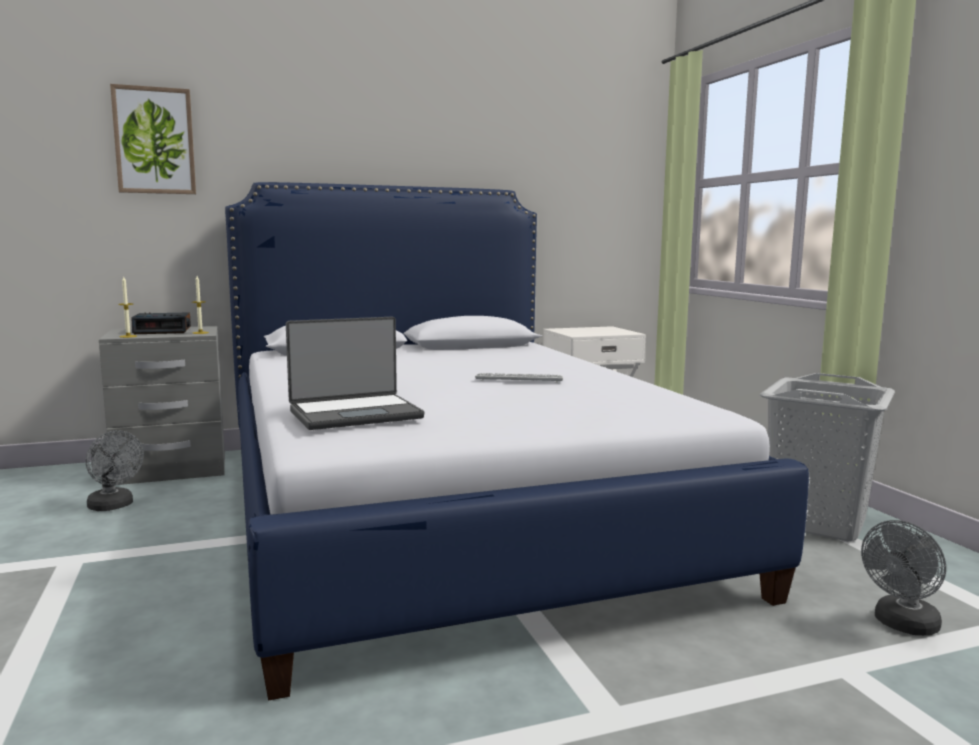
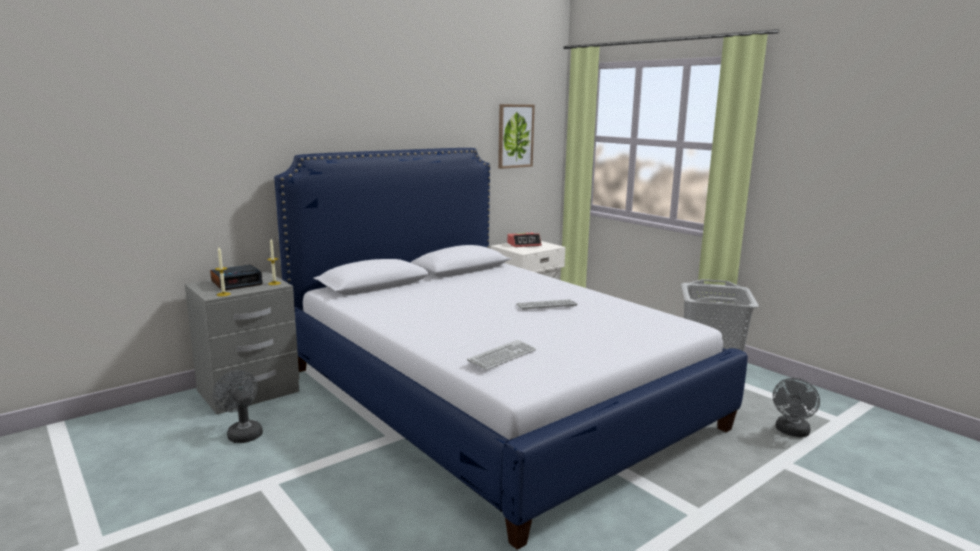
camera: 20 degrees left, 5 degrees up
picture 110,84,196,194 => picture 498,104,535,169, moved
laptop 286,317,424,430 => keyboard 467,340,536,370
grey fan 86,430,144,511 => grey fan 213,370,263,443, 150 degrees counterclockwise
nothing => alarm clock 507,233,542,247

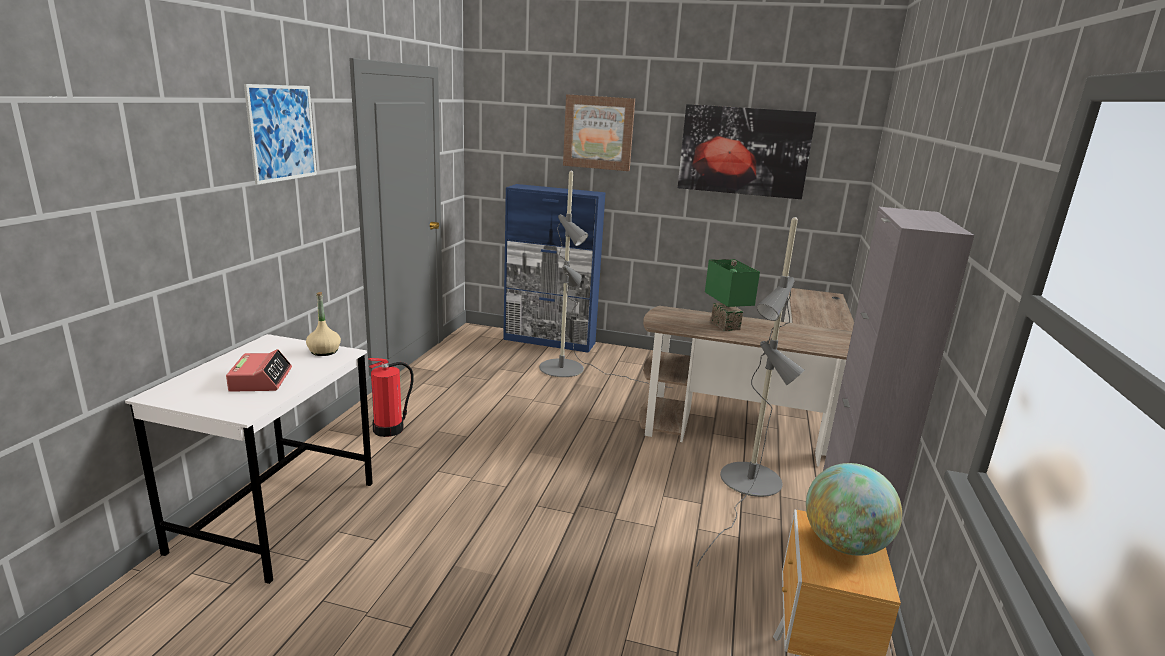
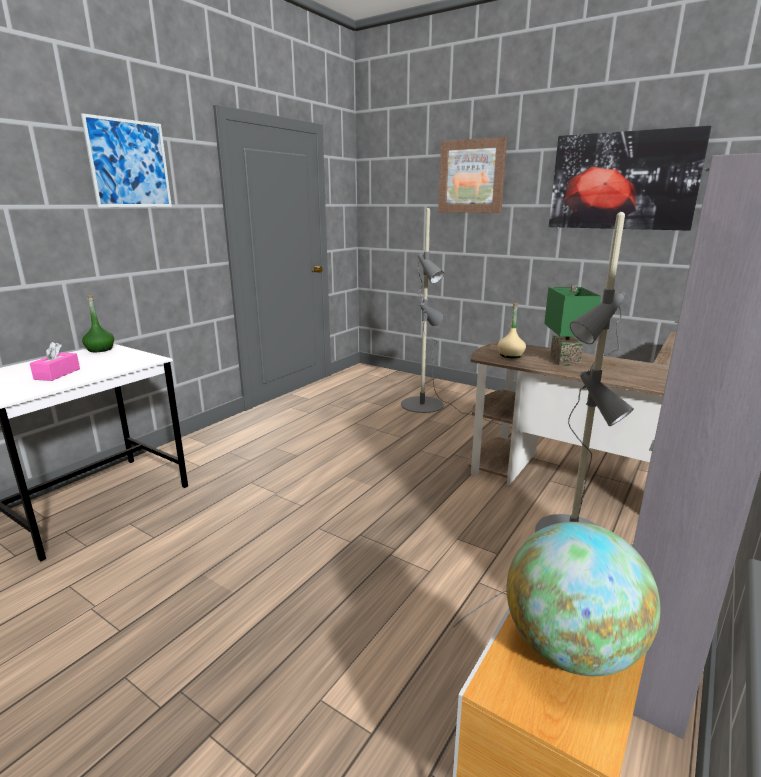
camera: 20 degrees right, 0 degrees up
blue cabinet 503,184,606,353 => nothing
beige bottle 306,292,341,356 => beige bottle 498,303,526,358, moved
alarm clock 226,349,292,392 => pink tissue box 30,342,80,381
fire extinguisher 368,358,413,437 => nothing
nothing => green bottle 82,295,114,352

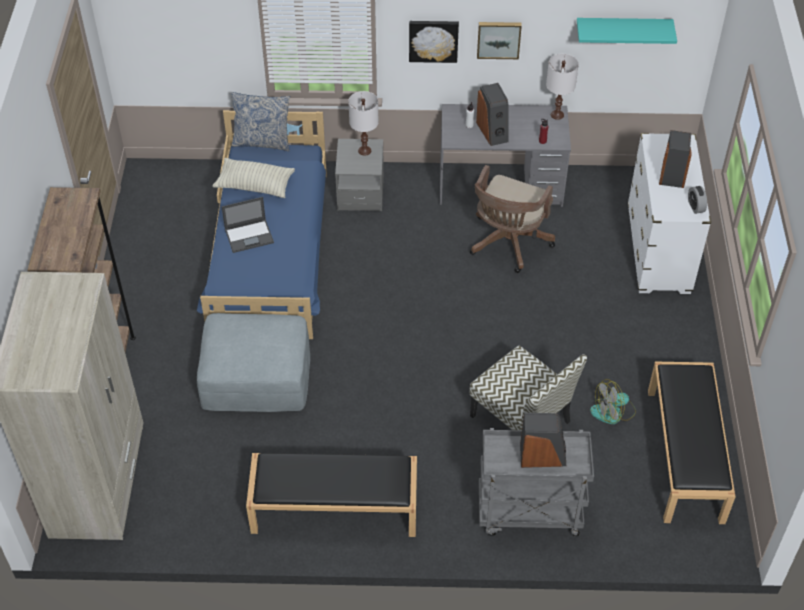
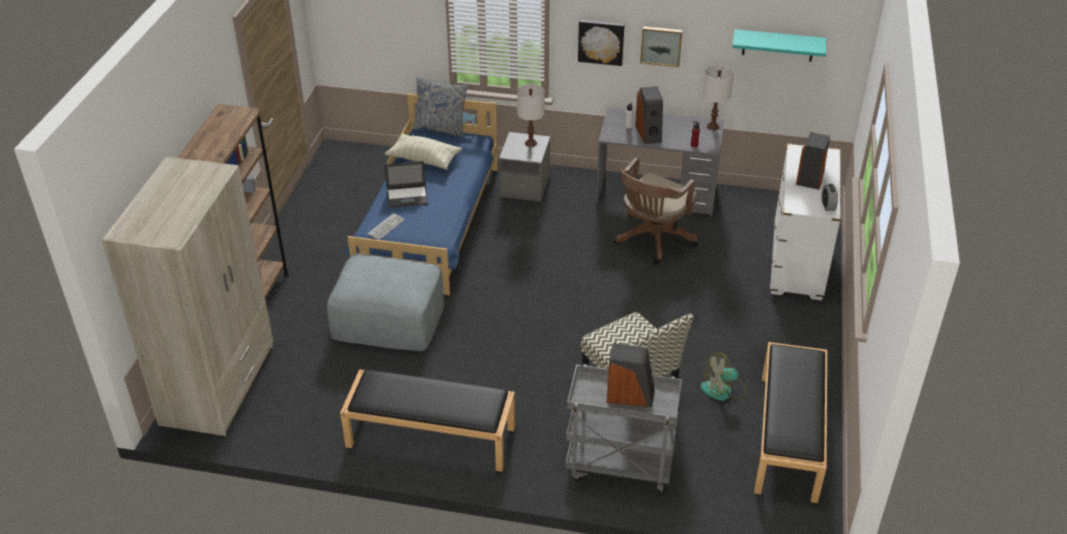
camera: 10 degrees right, 10 degrees down
nothing => keyboard 368,213,405,240

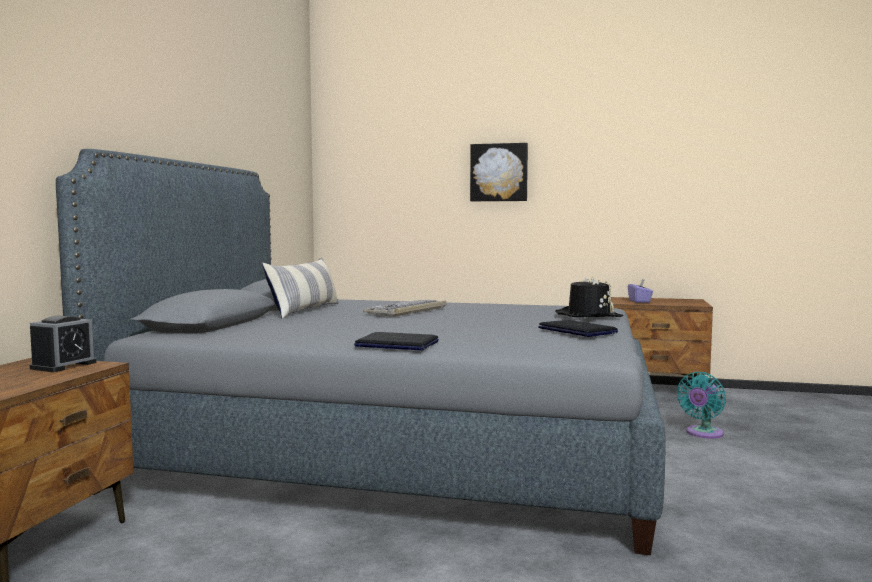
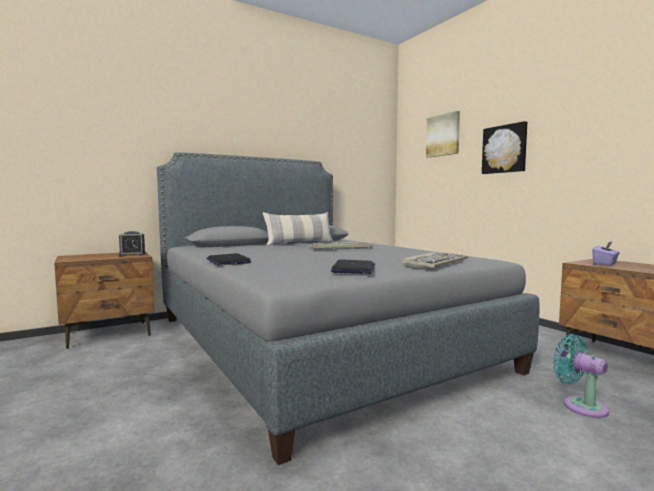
camera: 45 degrees right, 0 degrees up
black hat 555,276,624,317 => keyboard 402,252,468,268
turquoise fan 677,372,726,438 => turquoise fan 553,334,609,418, 60 degrees clockwise
nothing => picture 426,111,460,158

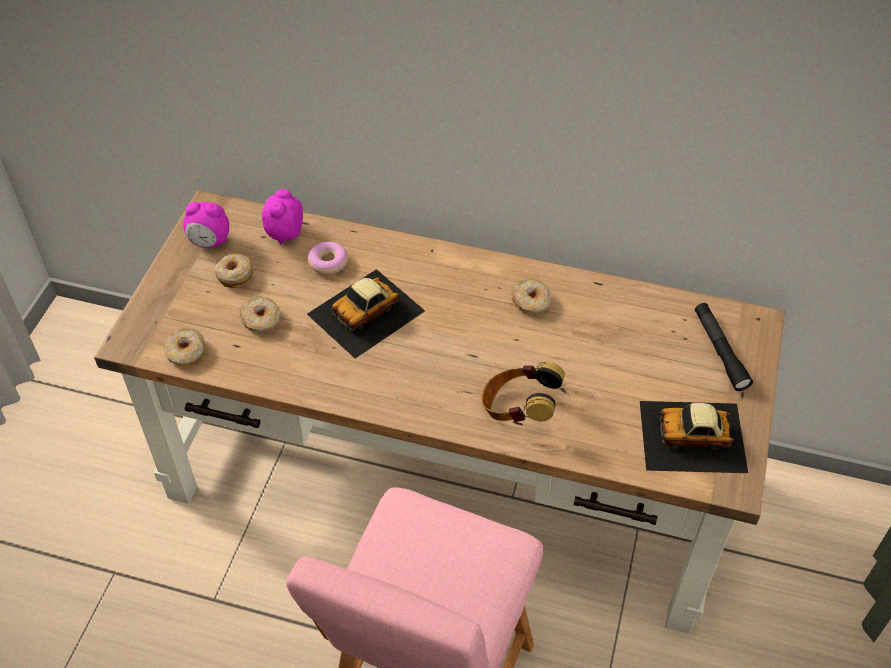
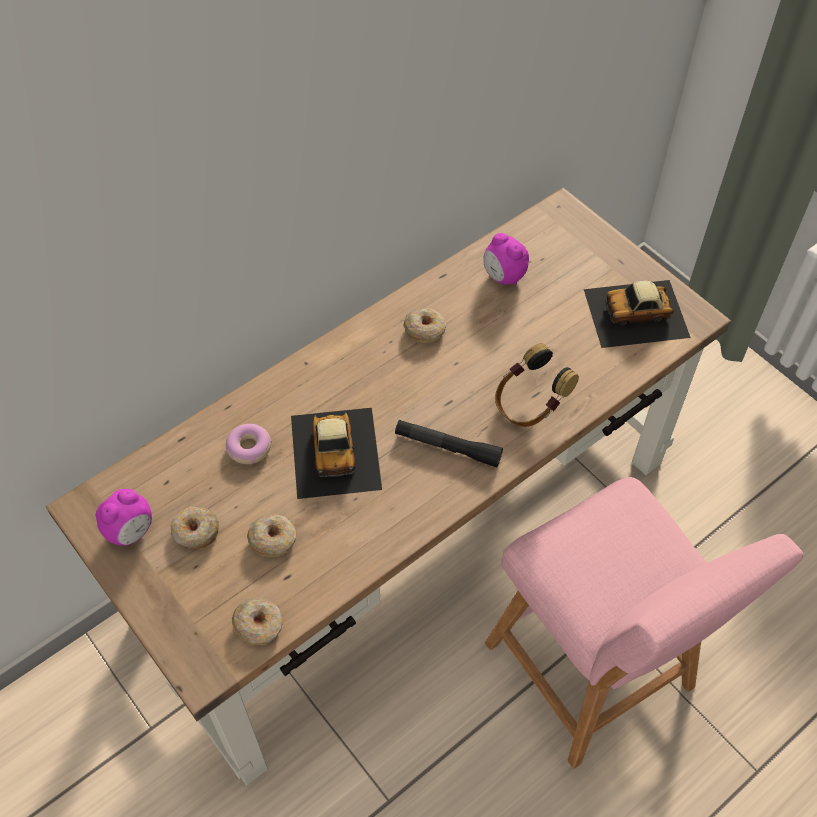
camera: 55 degrees left, 5 degrees up
alarm clock 262,189,303,245 => alarm clock 483,233,529,285, moved
black flashlight 695,303,753,391 => black flashlight 395,420,503,467, moved
toy car 640,401,748,473 => toy car 584,280,691,348, 45 degrees clockwise

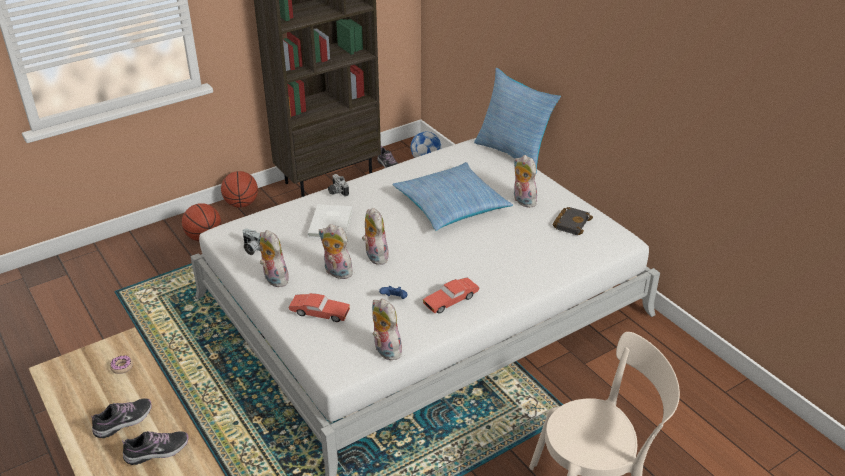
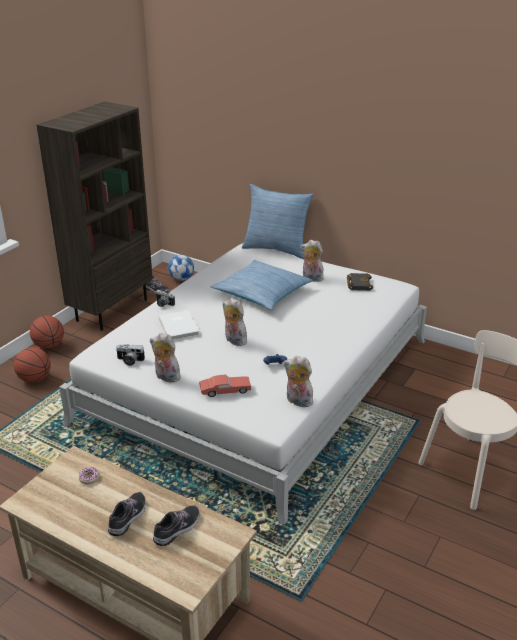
camera: 25 degrees left, 5 degrees down
plush toy 319,224,353,279 => nothing
red toy car 423,278,479,314 => nothing

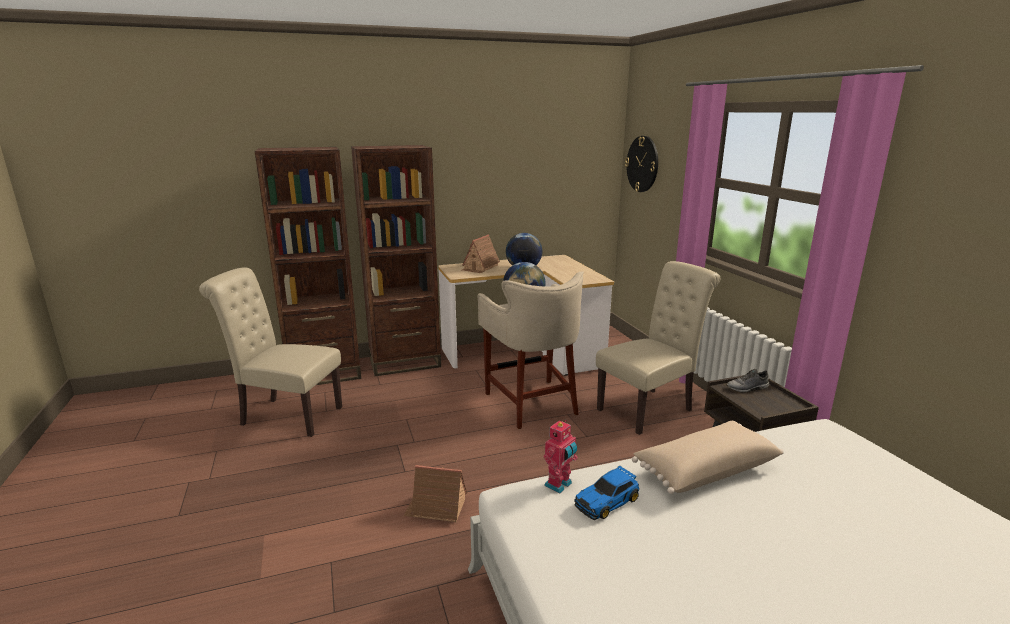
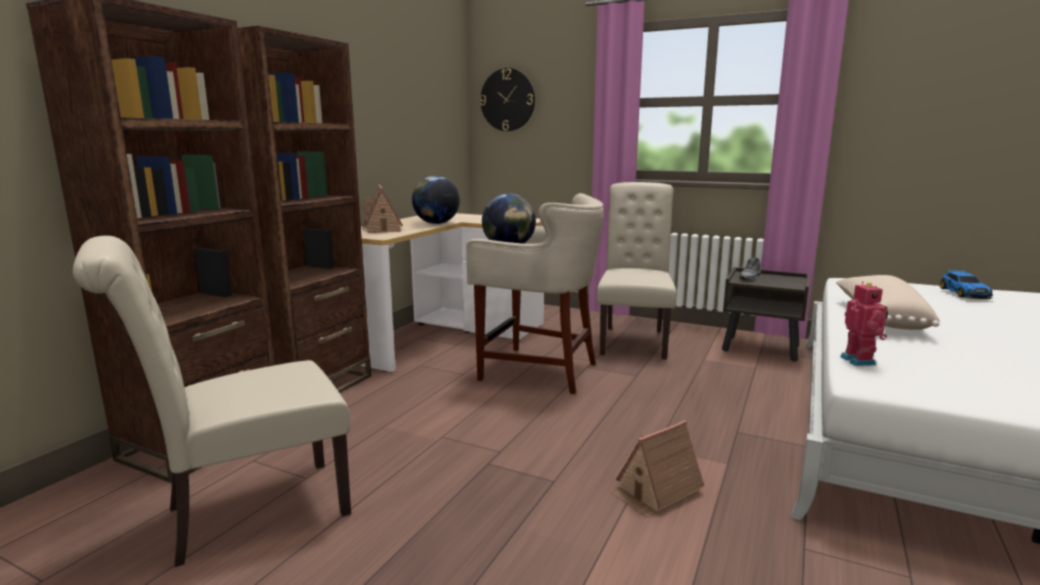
camera: 45 degrees left, 5 degrees down
toy car 574,466,639,520 => toy car 940,270,993,299, moved

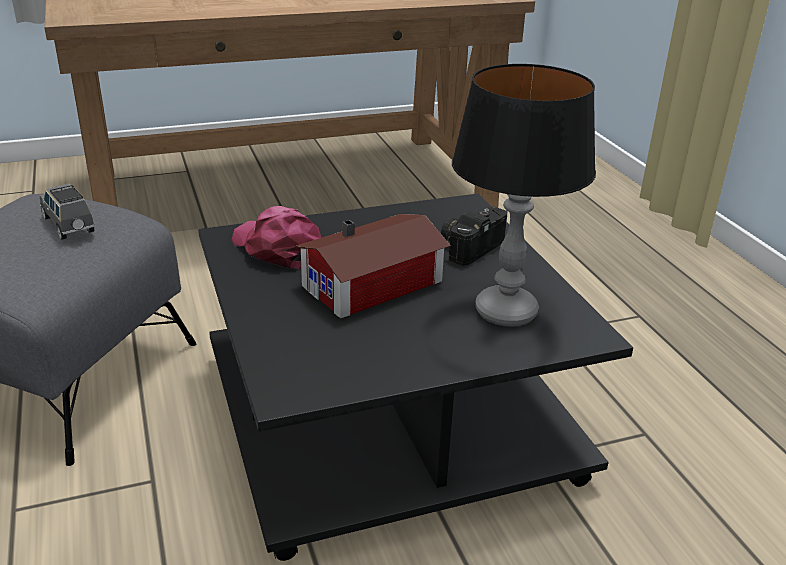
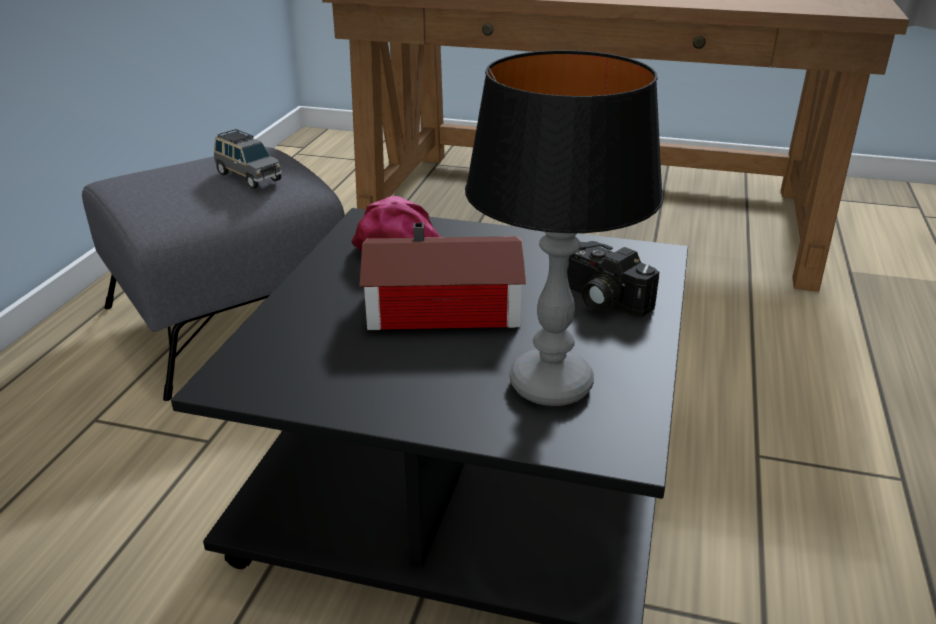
camera: 35 degrees right, 0 degrees up
grey toy car 40,184,95,240 => grey toy car 214,129,282,189, 135 degrees clockwise
photo camera 441,206,508,266 => photo camera 567,241,659,317, 120 degrees counterclockwise

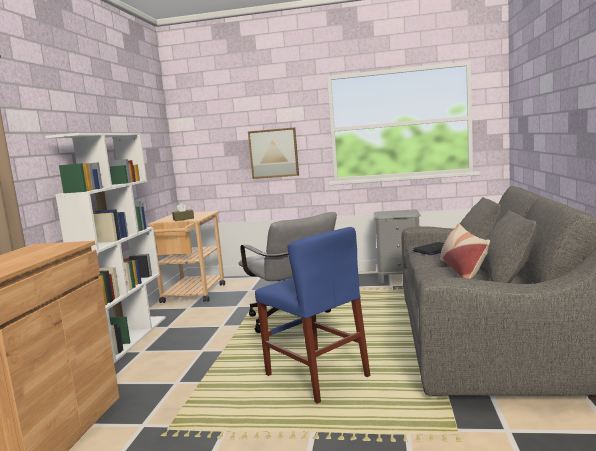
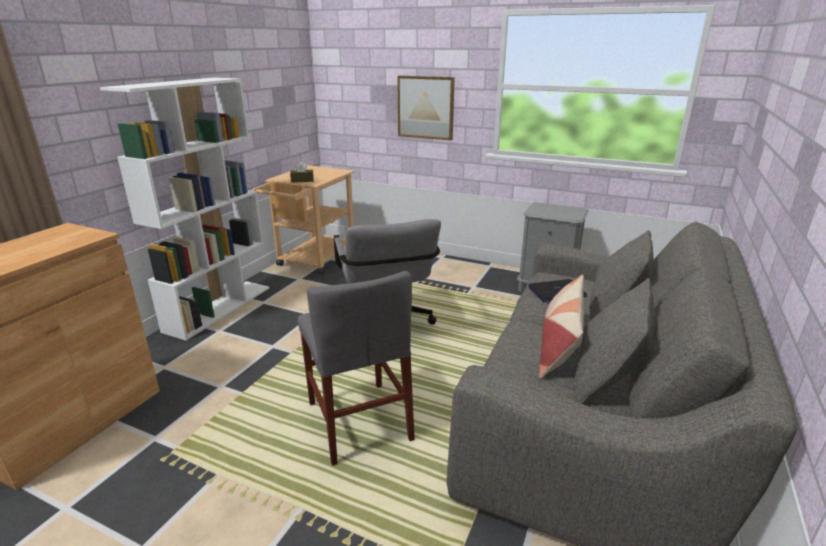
camera: 15 degrees right, 15 degrees up
blue chair 255,227,370,404 => grey chair 298,271,415,466

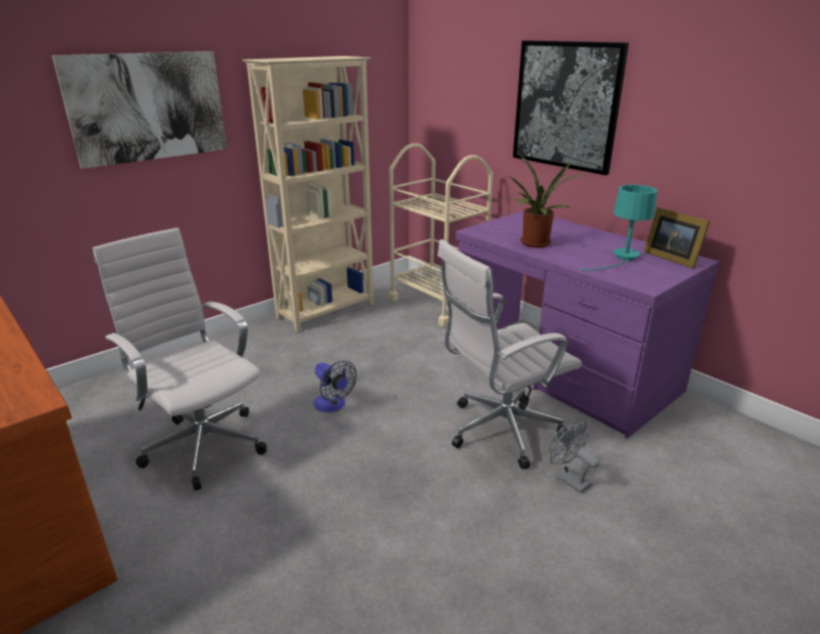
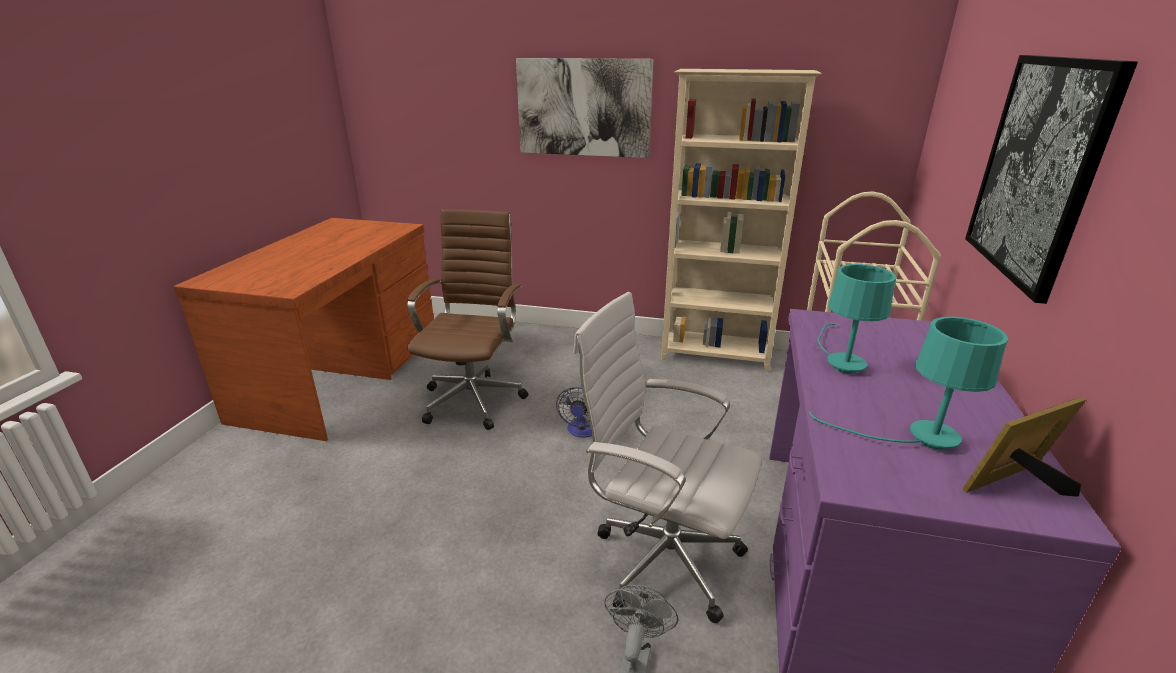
camera: 55 degrees right, 0 degrees up
potted plant 507,156,587,248 => turquoise table lamp 818,264,896,374
picture frame 644,207,710,269 => picture frame 963,397,1086,497, 45 degrees clockwise
white office chair 93,228,267,491 => brown office chair 407,209,528,430

